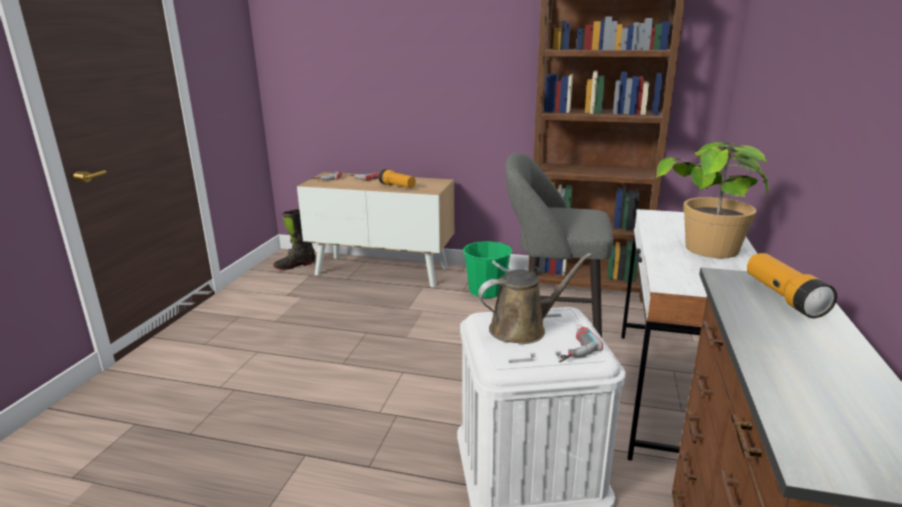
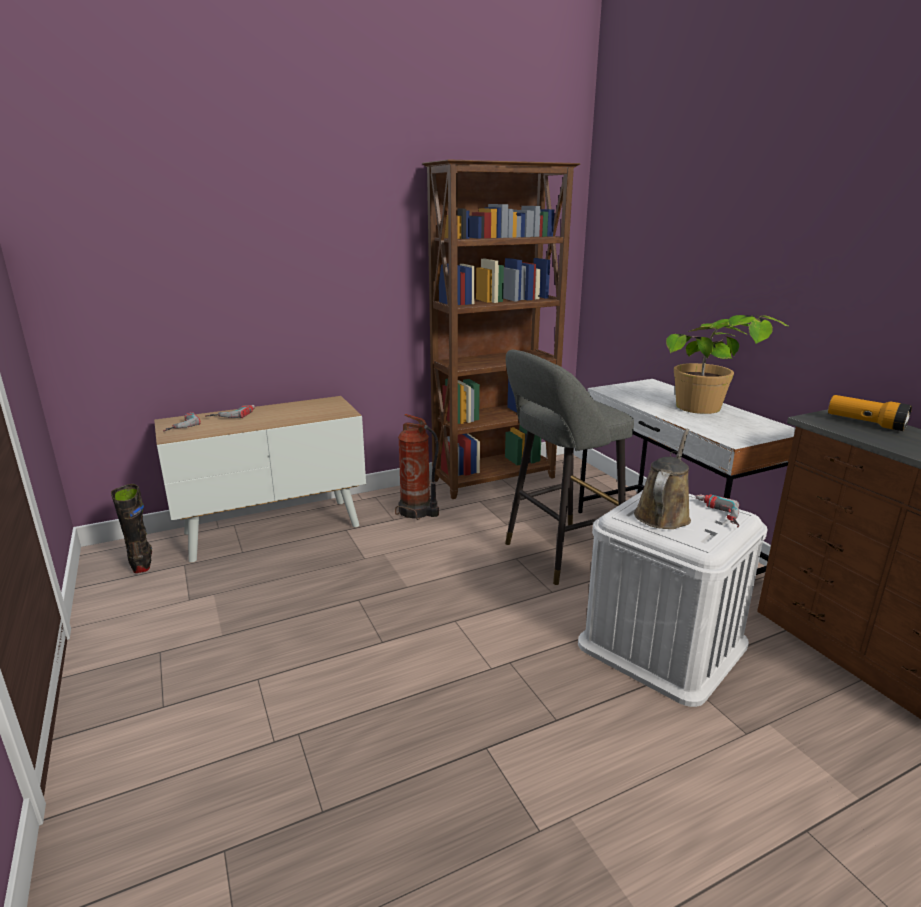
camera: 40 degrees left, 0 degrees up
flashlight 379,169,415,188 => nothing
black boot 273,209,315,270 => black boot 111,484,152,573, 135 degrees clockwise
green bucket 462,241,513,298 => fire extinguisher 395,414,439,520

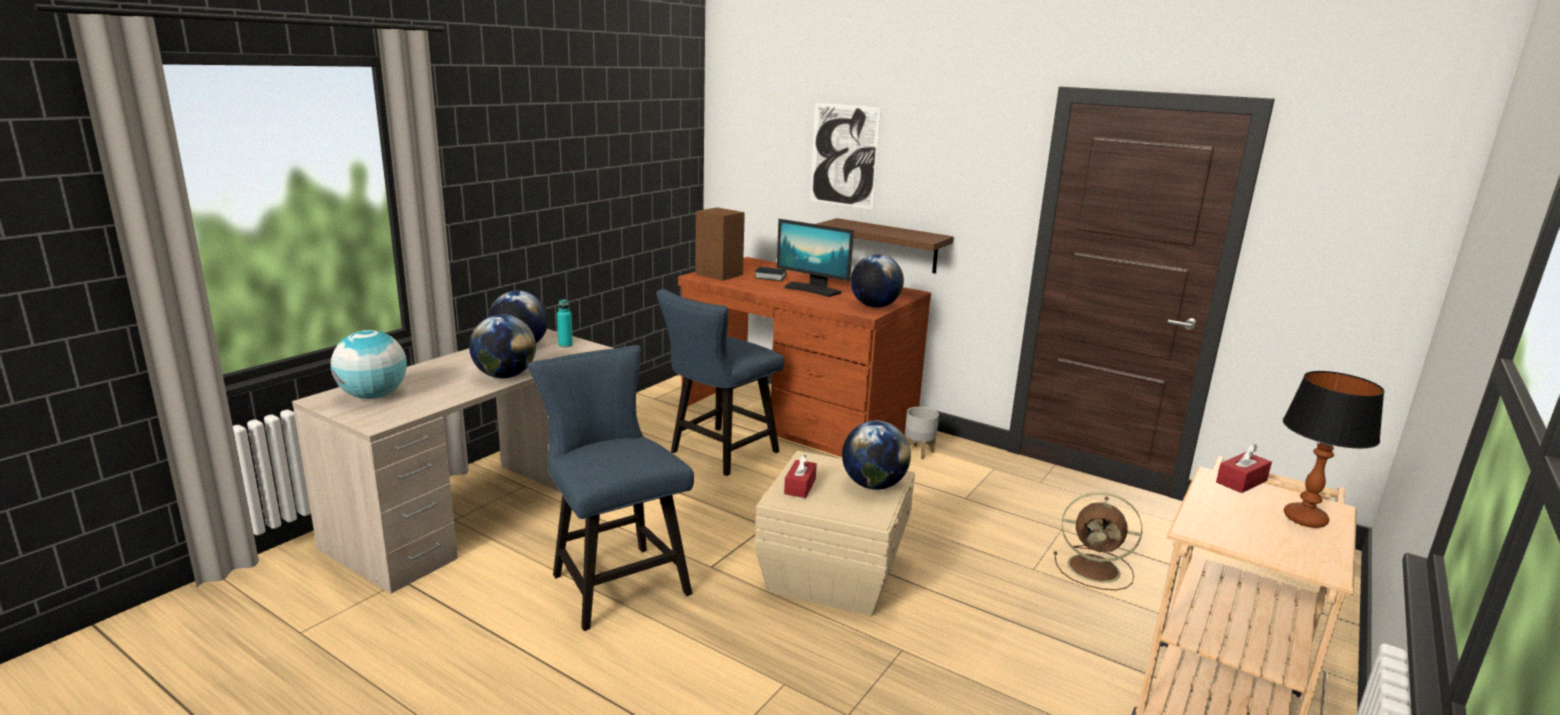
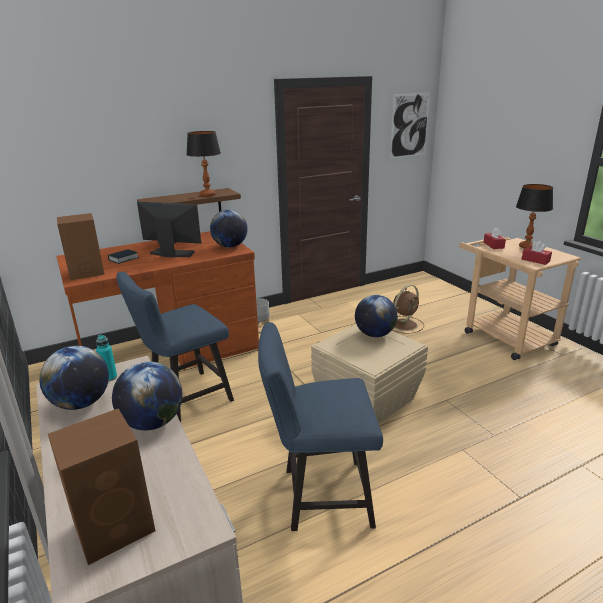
camera: 60 degrees left, 5 degrees up
picture 810,103,881,210 => picture 390,92,430,158, moved
monitor 777,219,854,297 => monitor 137,202,201,258, 135 degrees counterclockwise
blue chair 656,289,784,476 => blue chair 116,272,234,422, 75 degrees clockwise
globe 330,330,407,399 => brown speaker 48,408,155,565
red tissue box 784,454,817,498 => red tissue box 522,241,552,265, moved
nothing => table lamp 186,131,221,197

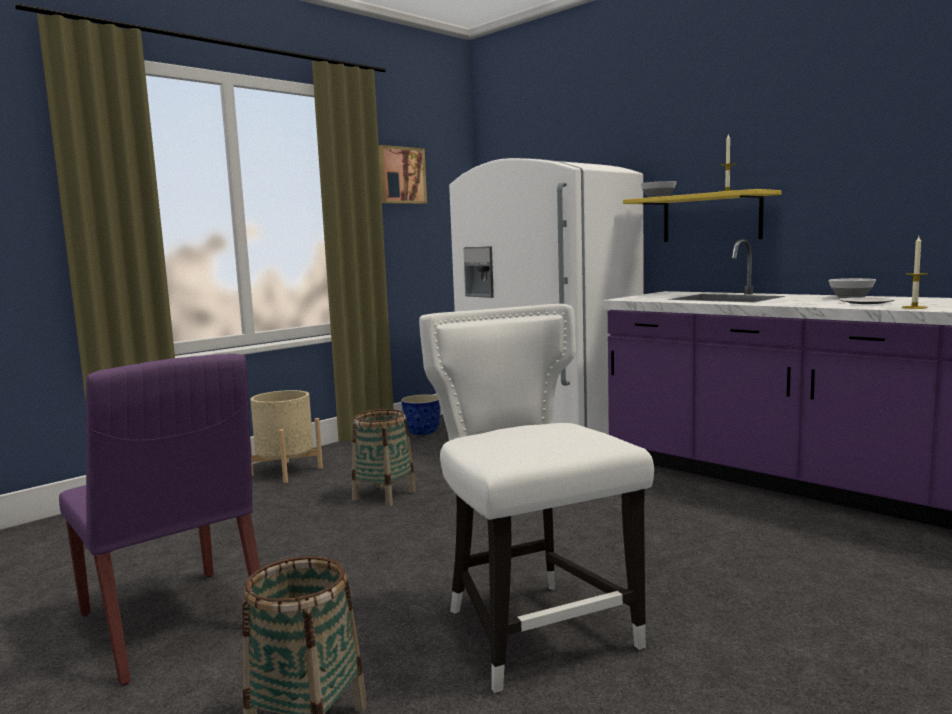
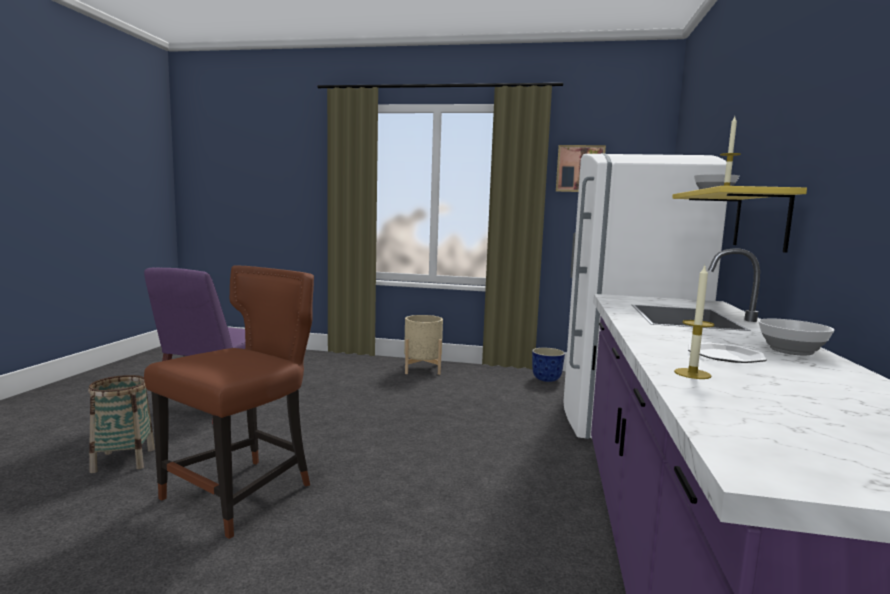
camera: 55 degrees right, 0 degrees up
white chair 419,304,654,693 => brown chair 144,265,314,539
basket 352,409,416,506 => nothing

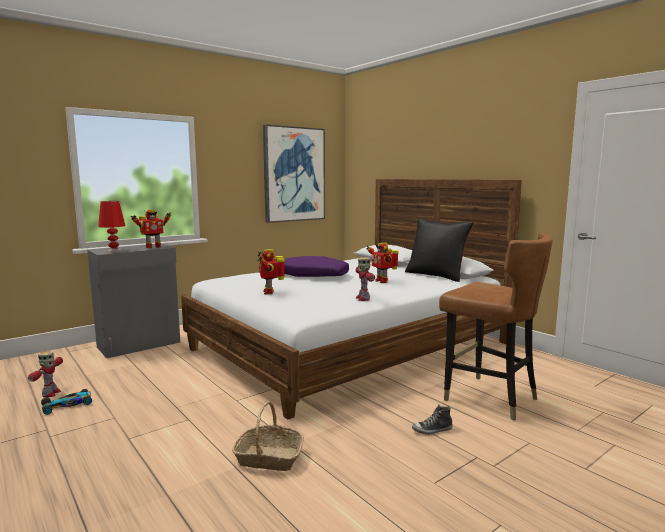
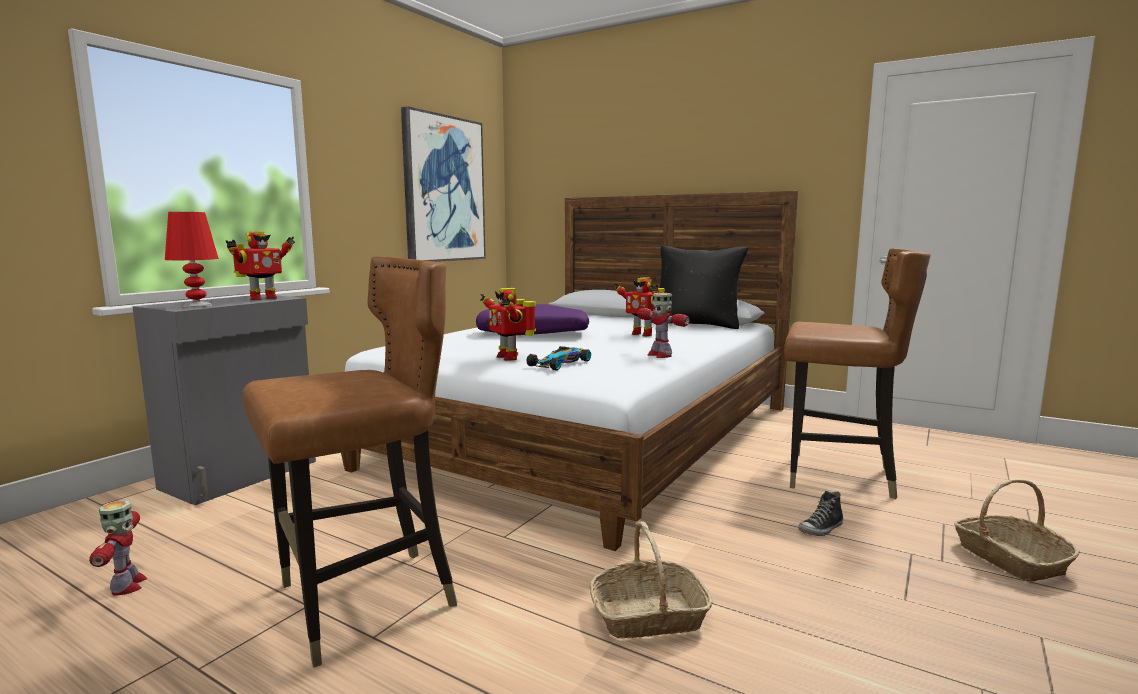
camera: 20 degrees left, 0 degrees up
toy car 41,389,92,415 => toy car 527,346,591,371, moved
nothing => brown chair 243,256,457,667
nothing => basket 954,479,1080,582

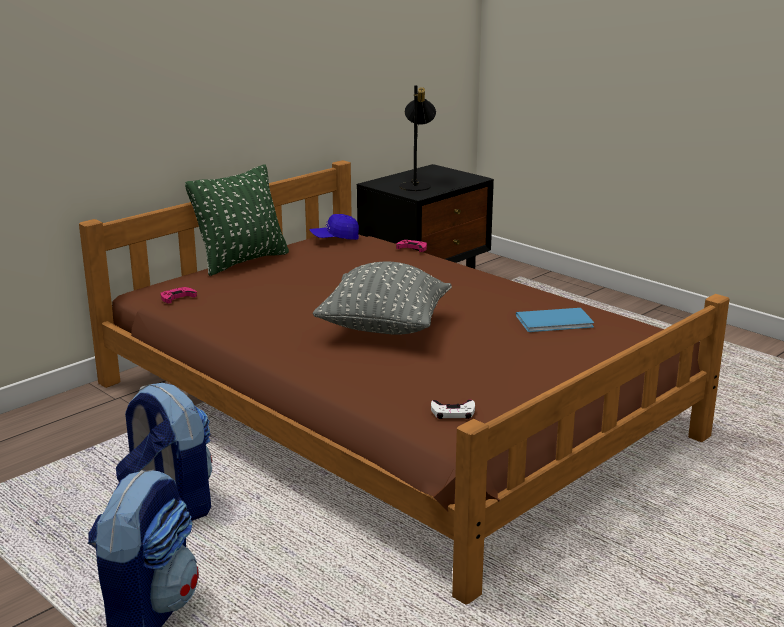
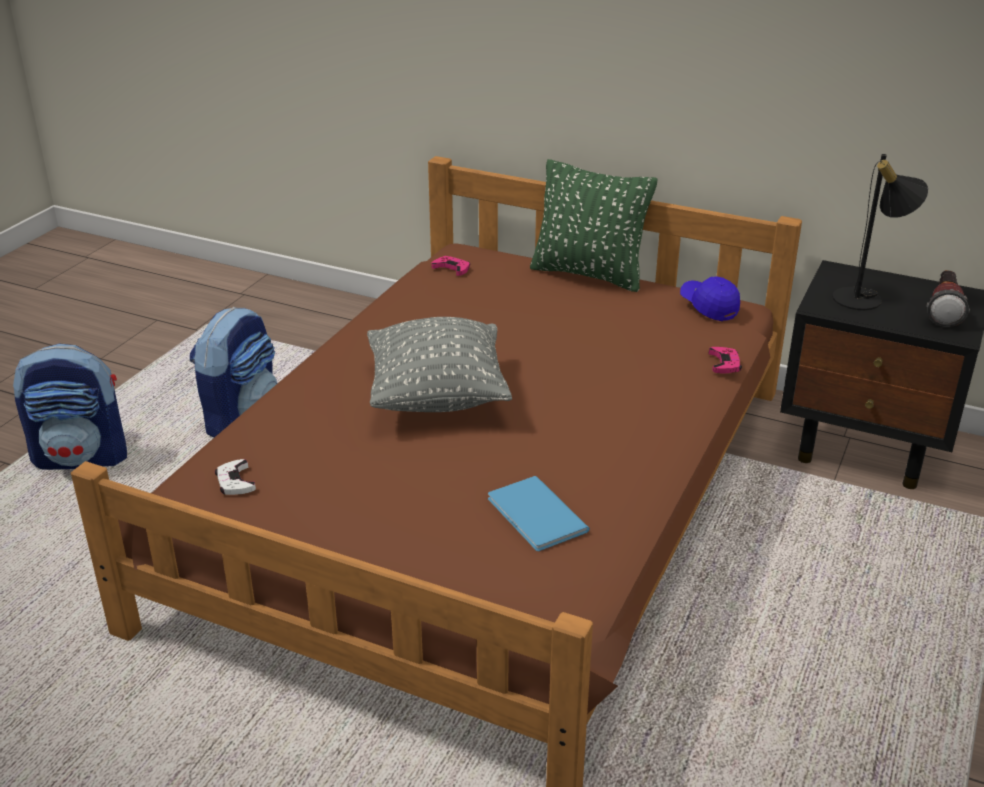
camera: 70 degrees right, 10 degrees up
nothing => flashlight 927,270,970,327

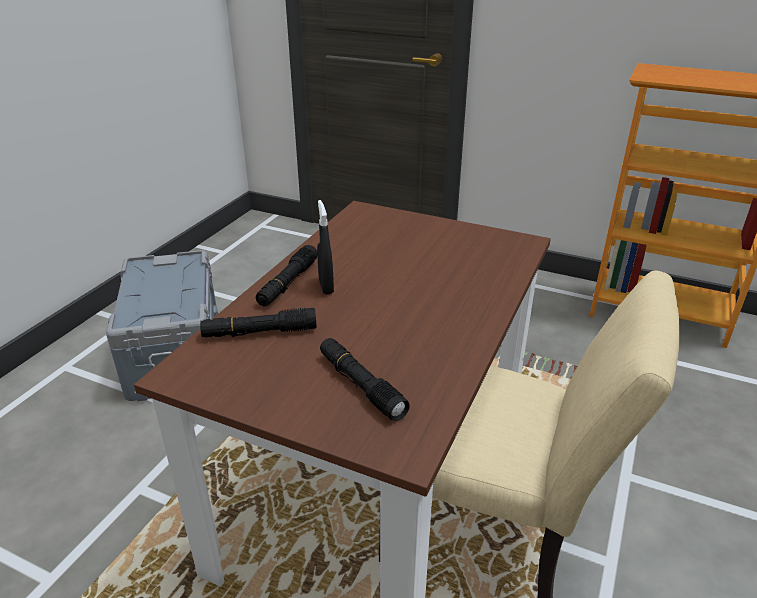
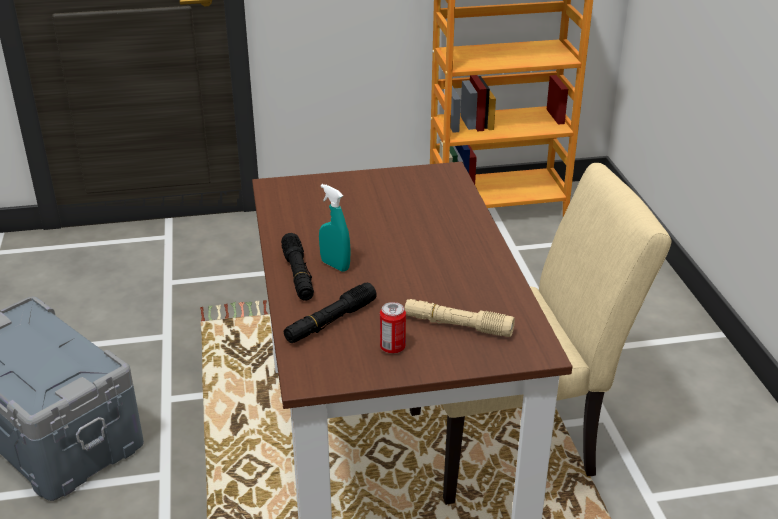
camera: 35 degrees left, 0 degrees up
black spray bottle 317,200,334,295 => turquoise spray bottle 319,184,351,272
black flashlight 320,338,410,421 => beige flashlight 404,299,515,337
nothing => can 380,302,406,353

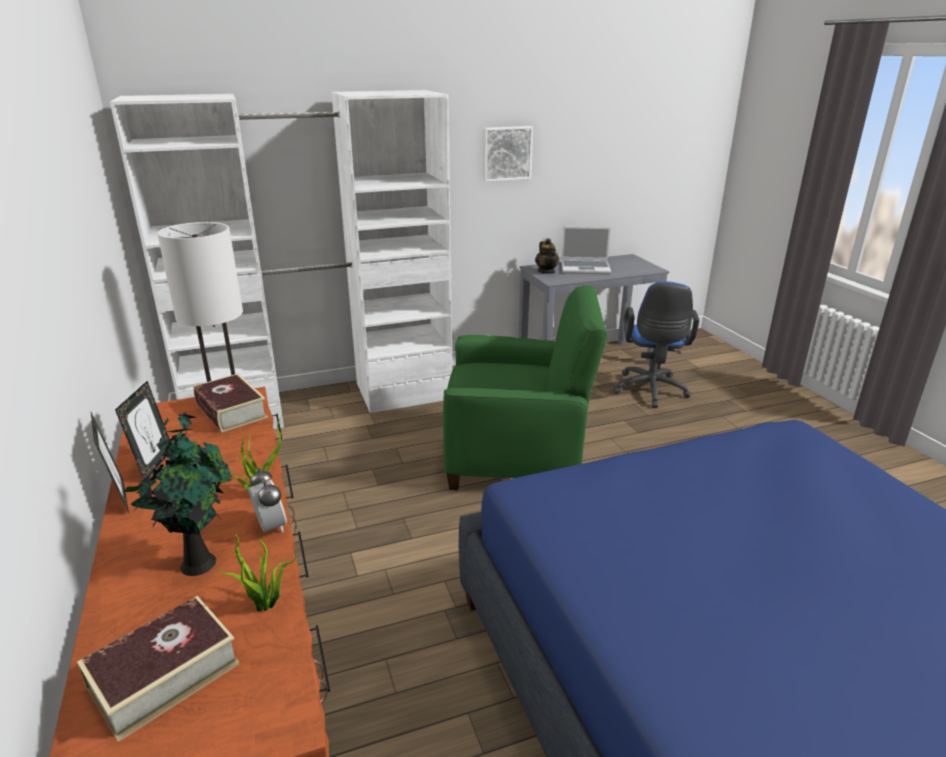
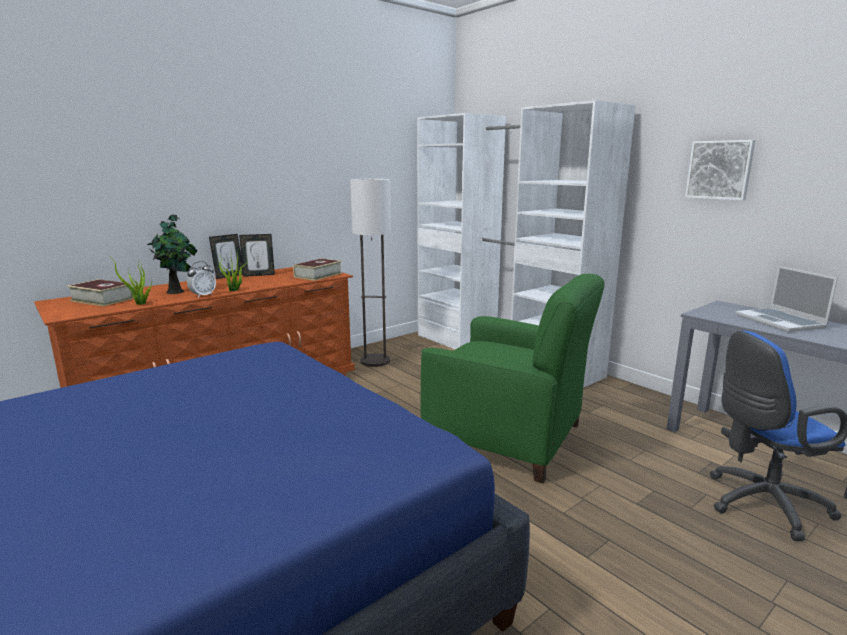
camera: 70 degrees right, 10 degrees down
teapot 535,238,560,274 => nothing
green armchair 443,285,607,490 => green armchair 421,274,605,483, 45 degrees counterclockwise

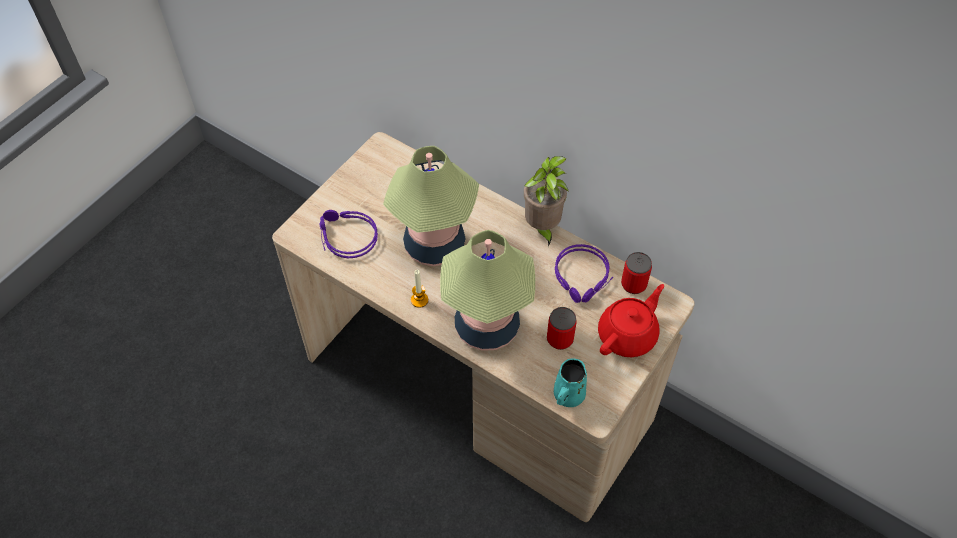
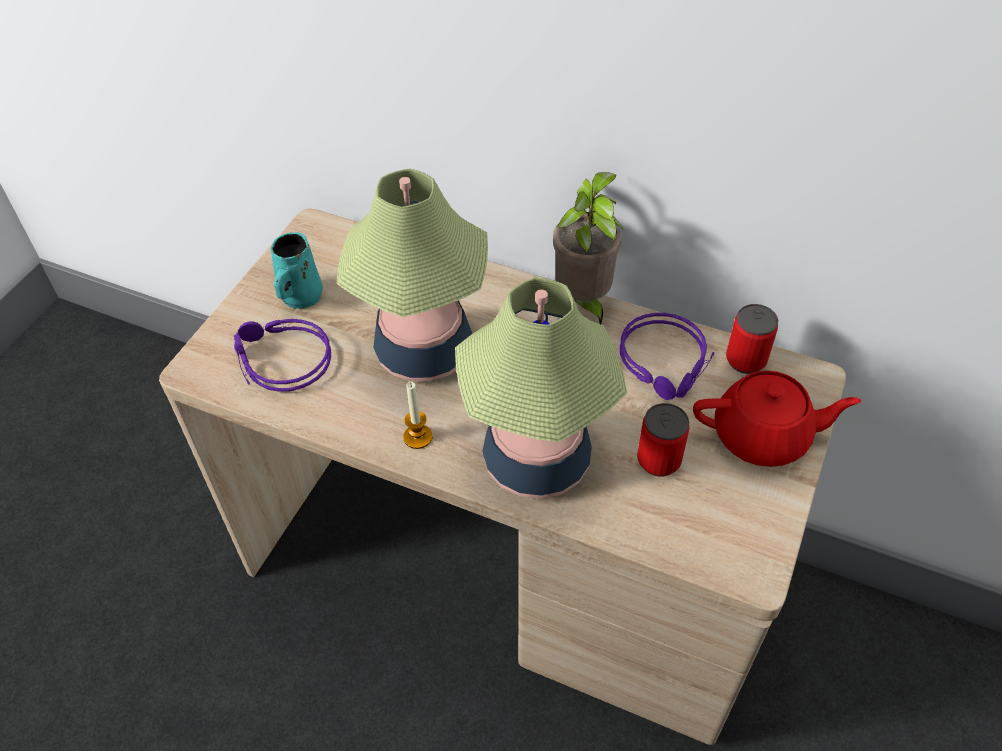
camera: 10 degrees left, 5 degrees down
red teapot 598,284,664,357 => red teapot 693,370,861,467, 60 degrees clockwise
turquoise mug 554,358,587,407 => turquoise mug 271,232,323,309, moved

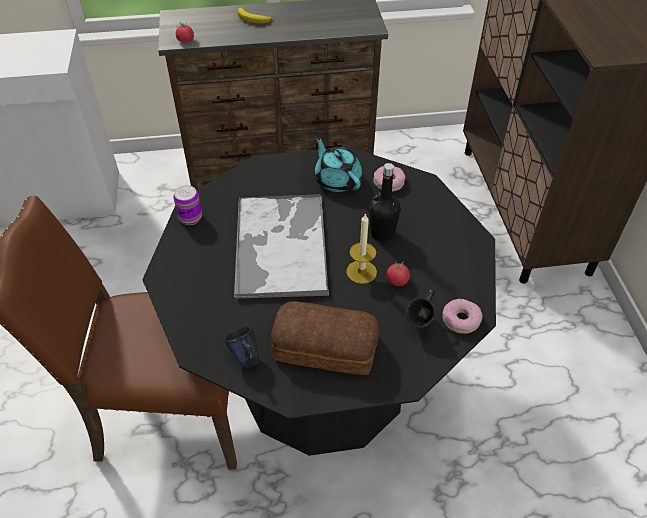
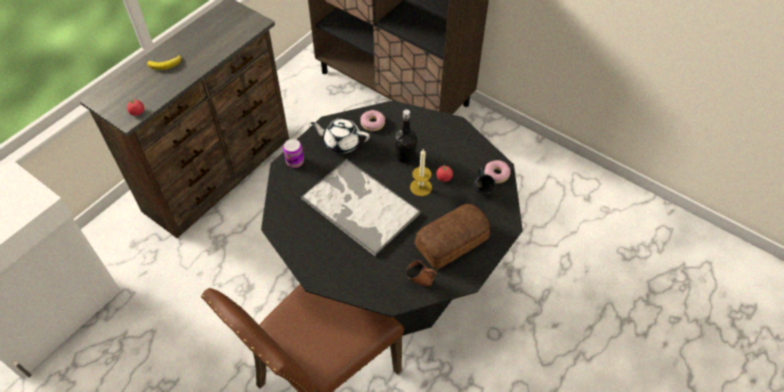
camera: 45 degrees left, 5 degrees up
turquoise teapot 314,136,362,192 => white teapot 311,118,370,153
can 173,185,202,225 => can 283,139,304,168, moved
blue mug 224,326,259,369 => brown mug 406,260,437,286

